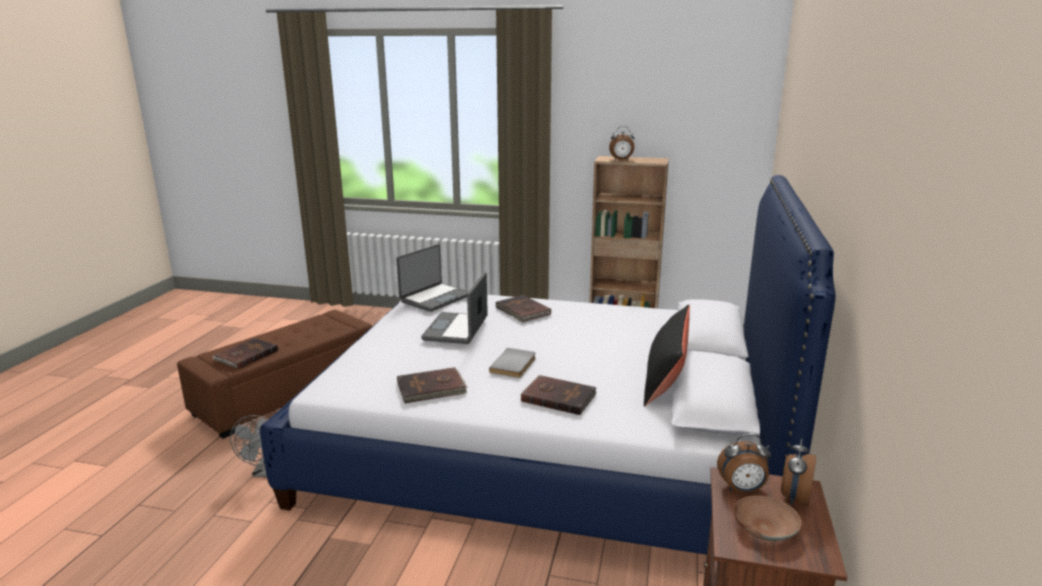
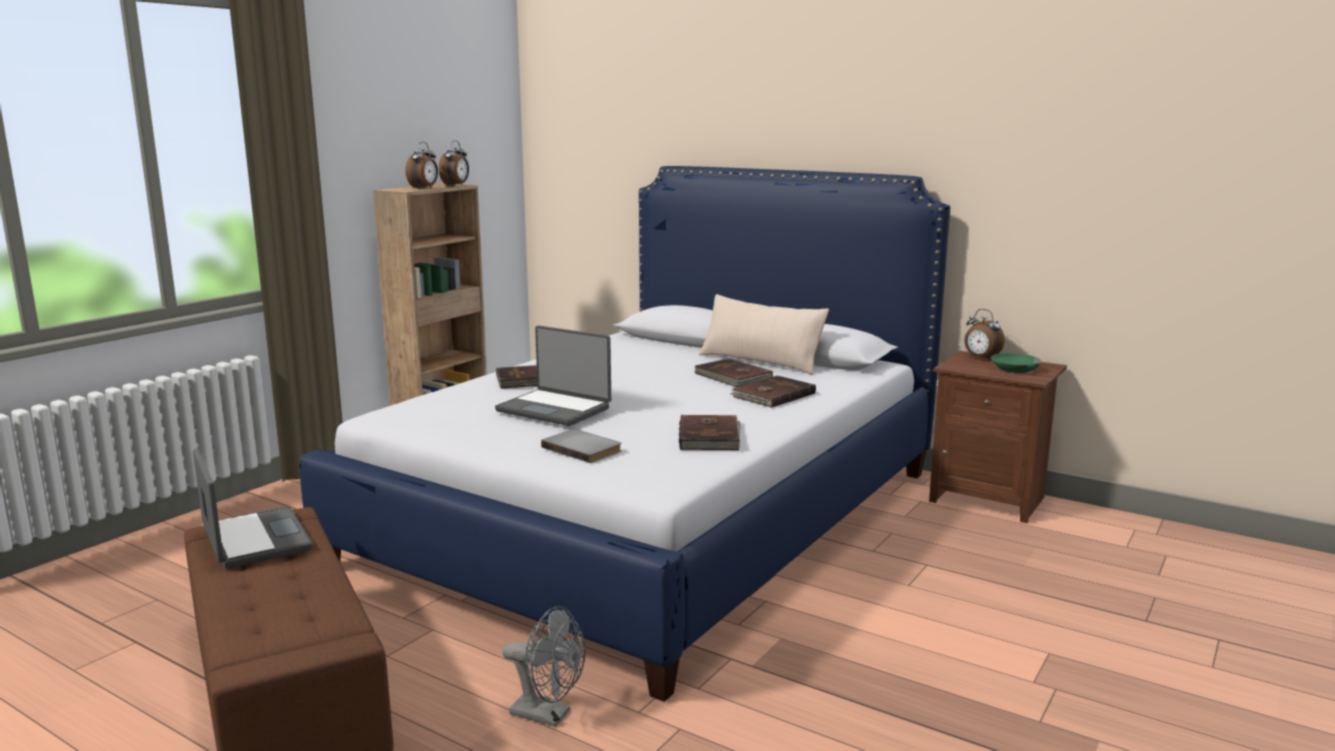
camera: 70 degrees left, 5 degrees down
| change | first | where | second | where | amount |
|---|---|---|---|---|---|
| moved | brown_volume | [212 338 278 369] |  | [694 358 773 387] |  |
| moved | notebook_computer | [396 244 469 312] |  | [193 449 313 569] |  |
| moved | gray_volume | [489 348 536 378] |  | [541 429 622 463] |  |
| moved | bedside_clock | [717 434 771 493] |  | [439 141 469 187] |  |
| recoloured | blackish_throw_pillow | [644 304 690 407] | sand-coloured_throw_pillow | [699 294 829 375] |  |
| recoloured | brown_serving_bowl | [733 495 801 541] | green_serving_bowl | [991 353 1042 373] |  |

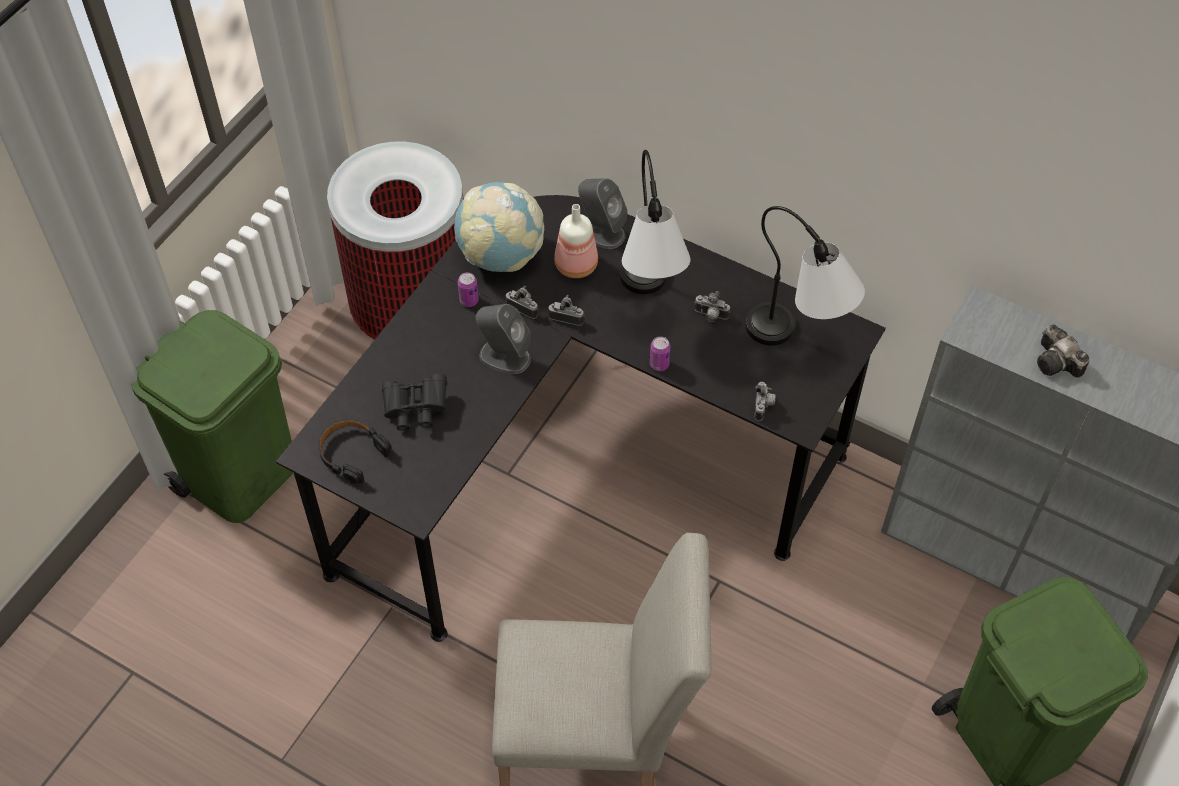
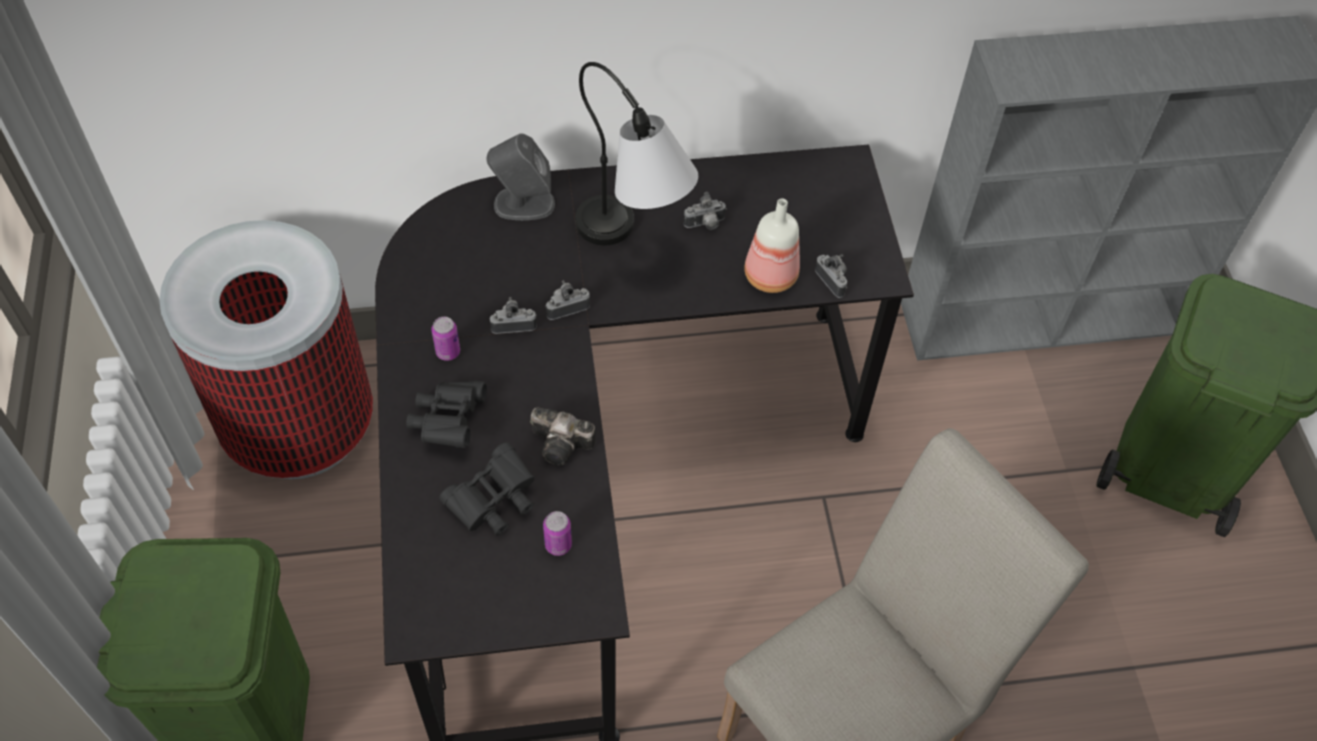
camera: 40 degrees left, 0 degrees up
| change | first | where | second | where | amount |
|---|---|---|---|---|---|
| removed | blackish_headset | [318 419 391 484] |  |  |  |
| removed | desk_globe | [454 182 544 272] |  |  |  |
| removed | gray_speaker | [475 304 531 374] |  |  |  |
| removed | table_lamp | [745 206 865 346] |  |  |  |
| added |  |  | blackish_pair_of_binoculars | [406 380 487 448] |  |
| moved | drink_bottle | [554 204 598 278] |  | [744 198 800 293] |  |
| moved | sealed_can | [650 336 670 371] |  | [543 511 572 556] |  |
| moved | photo_camera | [1037 324 1090 378] |  | [530 407 596 465] |  |

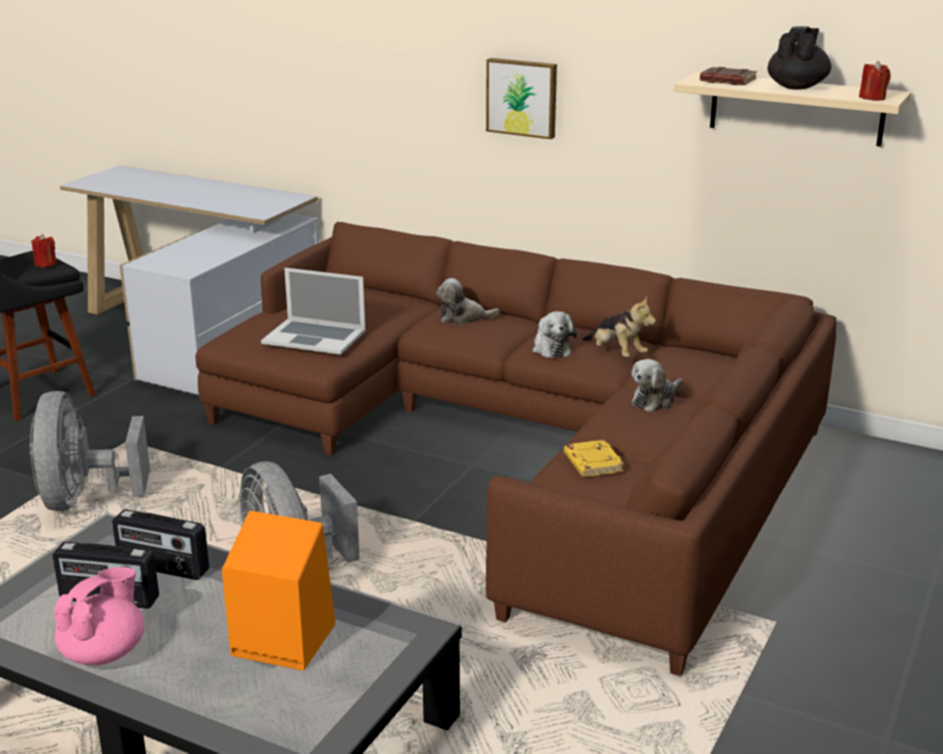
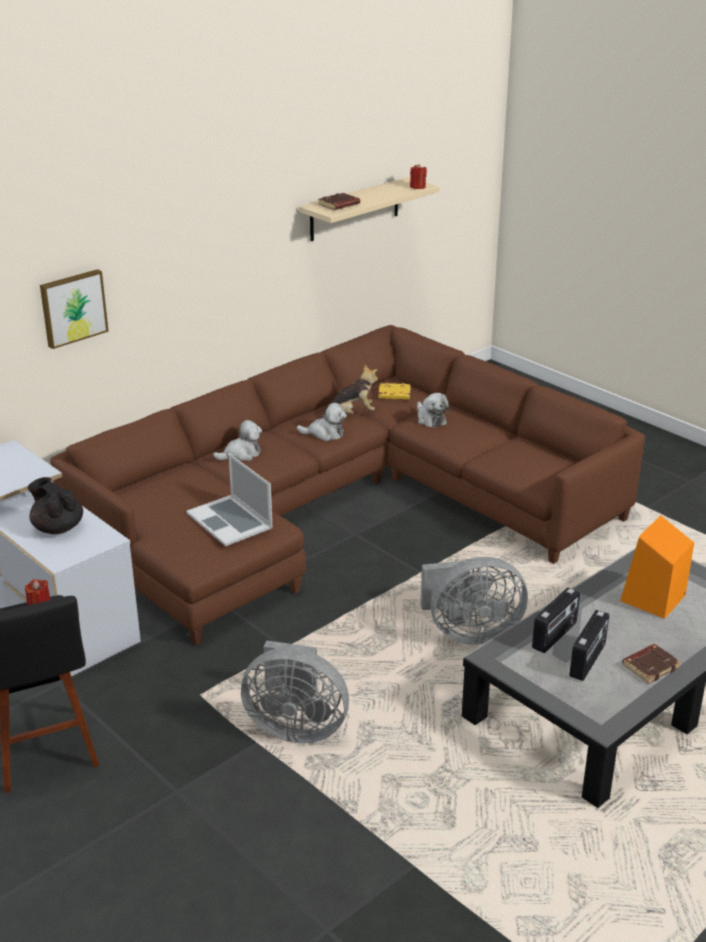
camera: 70 degrees left, 5 degrees up
| change | first | where | second | where | amount |
|---|---|---|---|---|---|
| moved | wall_picture | [486 58 557 139] |  | [40 269 109 349] |  |
| moved | yellowish_volume | [564 440 624 477] |  | [379 383 411 400] |  |
| moved | blackish_teapot | [768 26 831 89] |  | [27 477 83 534] |  |
| replaced | pink_teapot | [54 567 144 665] | brown_volume | [622 644 681 683] |  |
| turned | notebook_computer | [261 268 365 355] |  | [186 453 272 546] | 105 degrees clockwise |
| turned | soft_toy | [436 278 499 325] |  | [213 420 262 461] | 135 degrees counterclockwise |

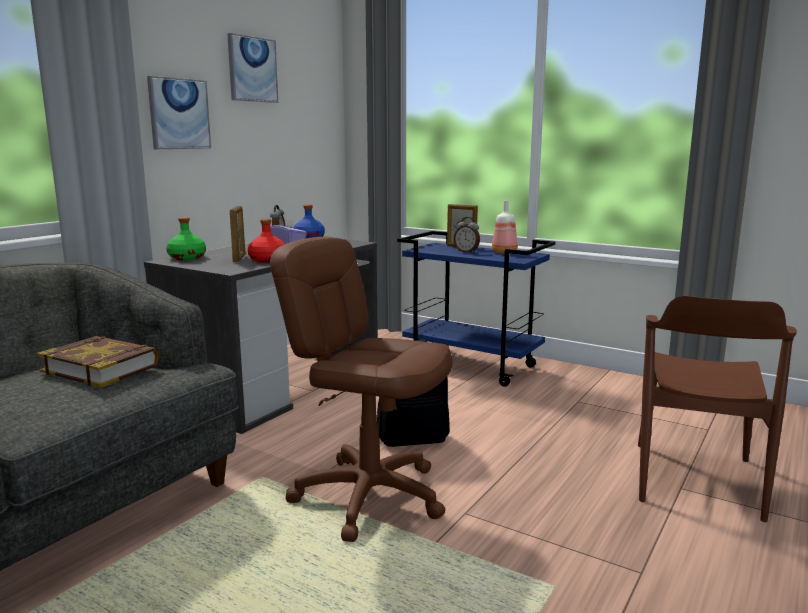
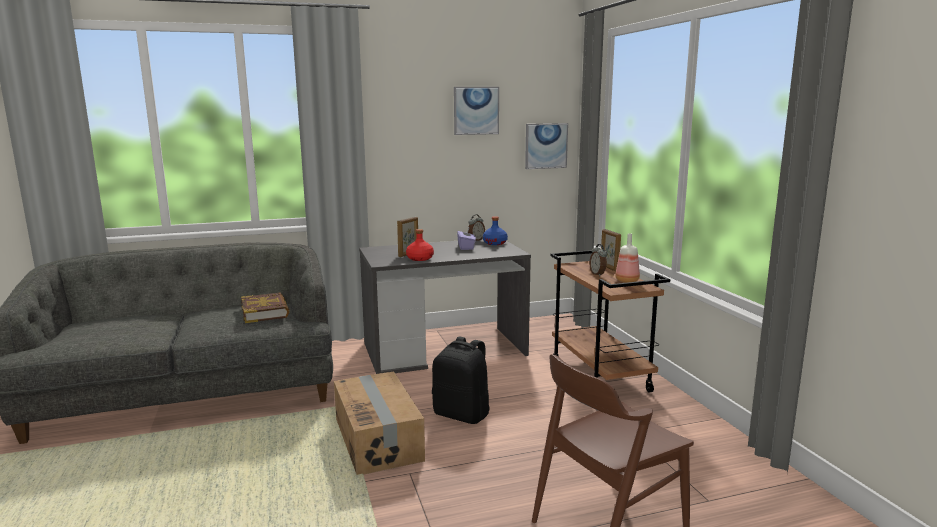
camera: 40 degrees right, 0 degrees up
| change | first | where | second | where | amount |
|---|---|---|---|---|---|
| removed | green_drink_bottle | [166 217 206 260] |  |  |  |
| moved | wall_picture | [147 76 211 149] |  | [525 123 568 169] |  |
| replaced | brown_desk_chair | [270 237 453 542] | cardboard_box | [334 372 425 475] |  |
| recoloured | bluish_trolley | [397 231 555 387] | brown_trolley | [550 250 670 392] |  |

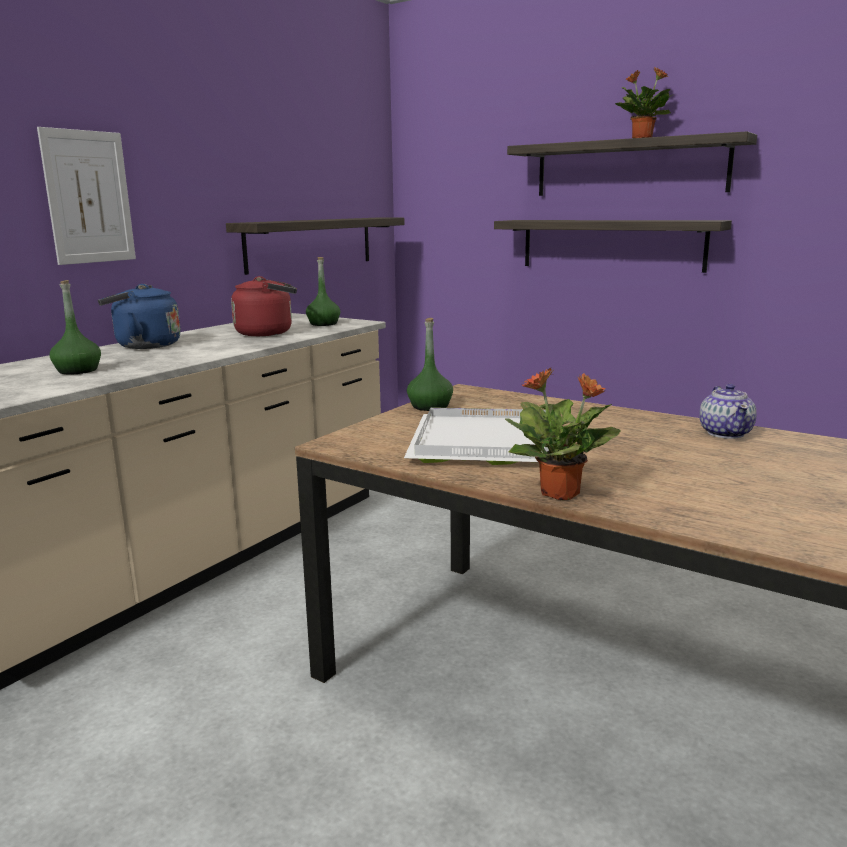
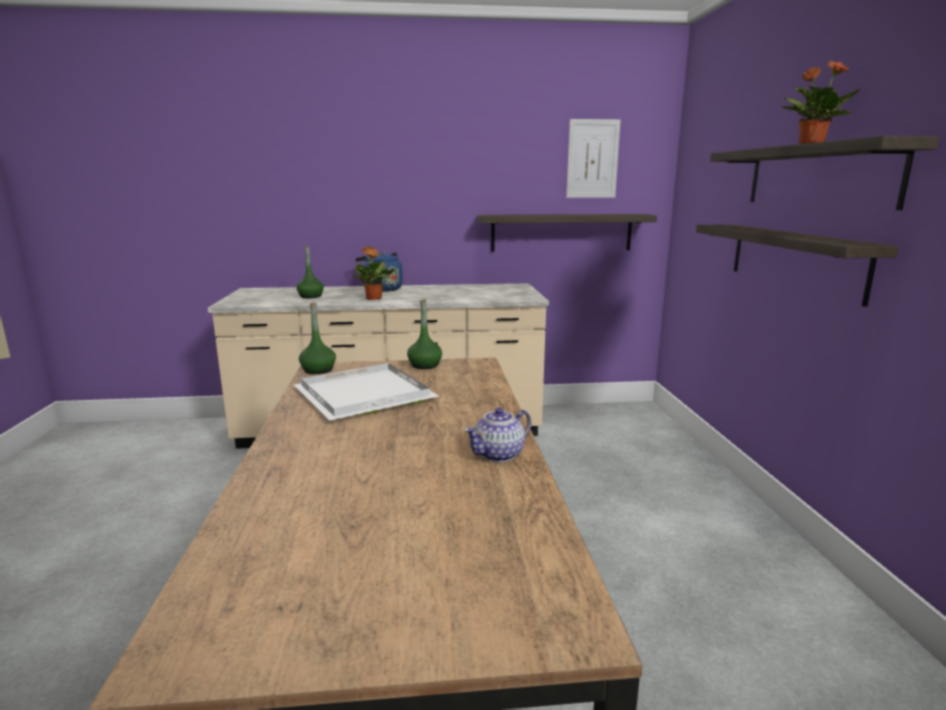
camera: 50 degrees right, 0 degrees up
| change | first | where | second | where | amount |
|---|---|---|---|---|---|
| removed | red-coloured_water_kettle | [231 276 297 336] |  |  |  |
| moved | wall_picture | [37 127 136 265] |  | [566 119 621 198] |  |
| moved | green_drink_bottle | [306 257 340 326] |  | [299 302 336 374] |  |
| moved | plant_in_a_pot | [505 368 621 500] |  | [353 246 395 300] |  |

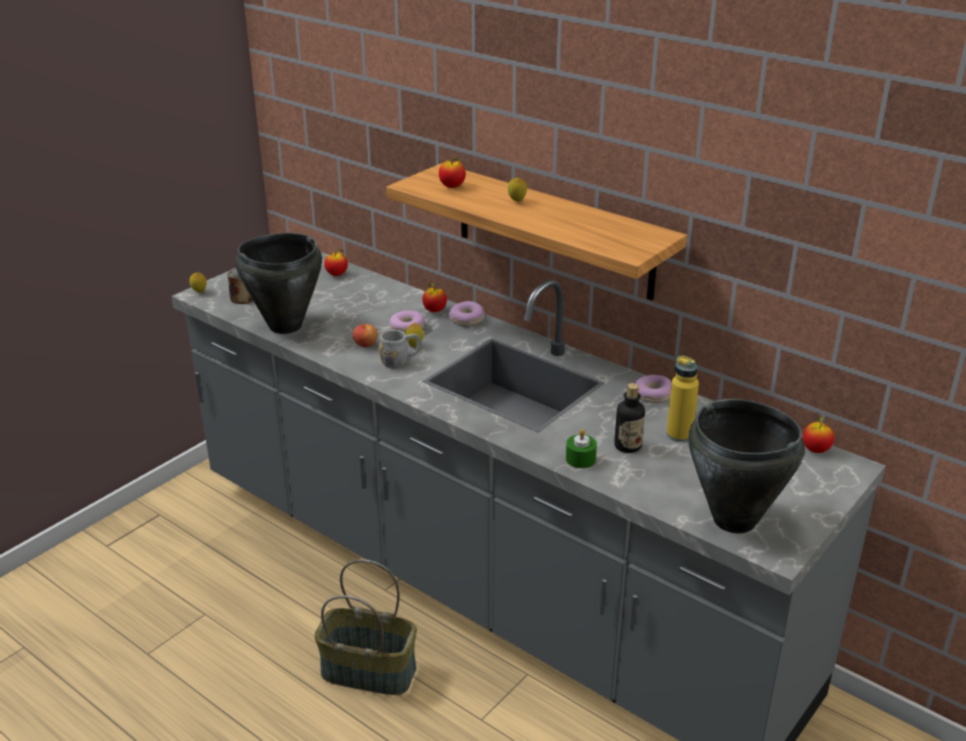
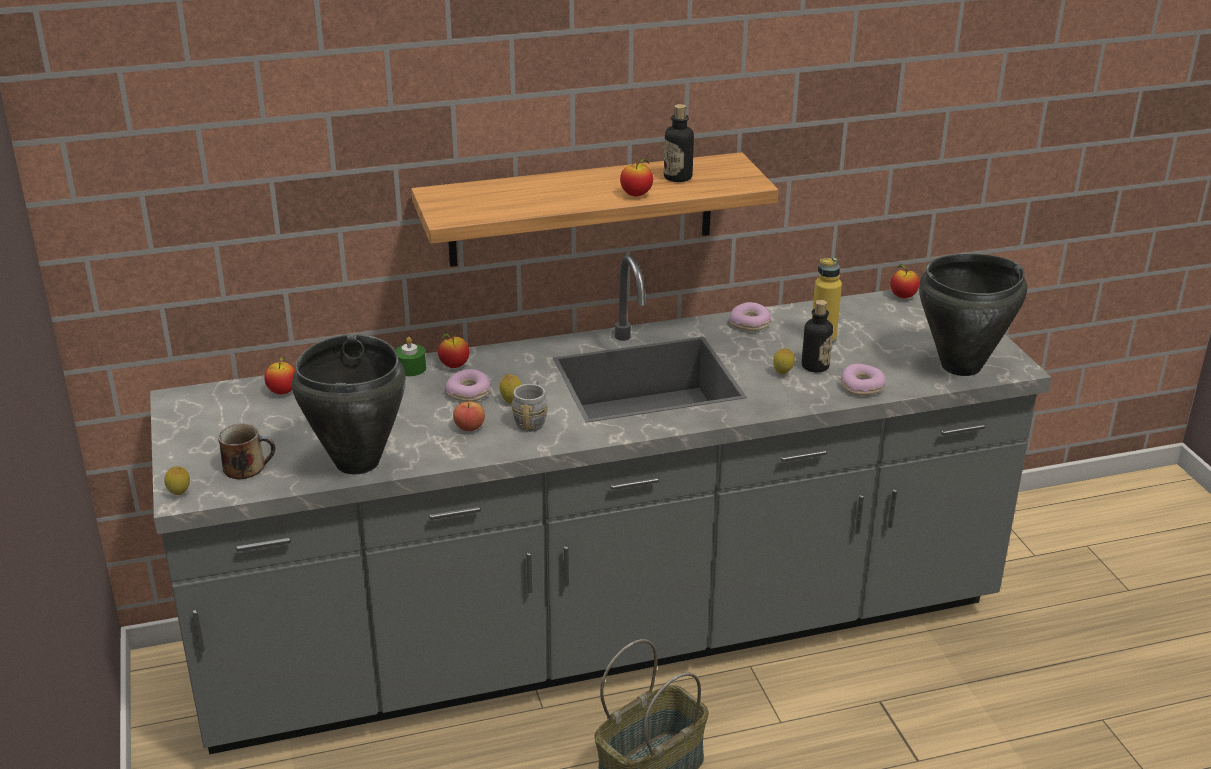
camera: 55 degrees left, 0 degrees up
| change | first | where | second | where | amount |
|---|---|---|---|---|---|
| added |  |  | drink_bottle | [664 104 694 182] |  |
| moved | whole_apple | [439 158 466 188] |  | [620 158 653 197] |  |
| moved | doughnut | [449 301 484 326] |  | [840 364 886 396] |  |
| moved | lemon | [508 178 527 202] |  | [773 348 795 374] |  |
| moved | green_wax_candle | [566 429 597 468] |  | [395 337 426 377] |  |

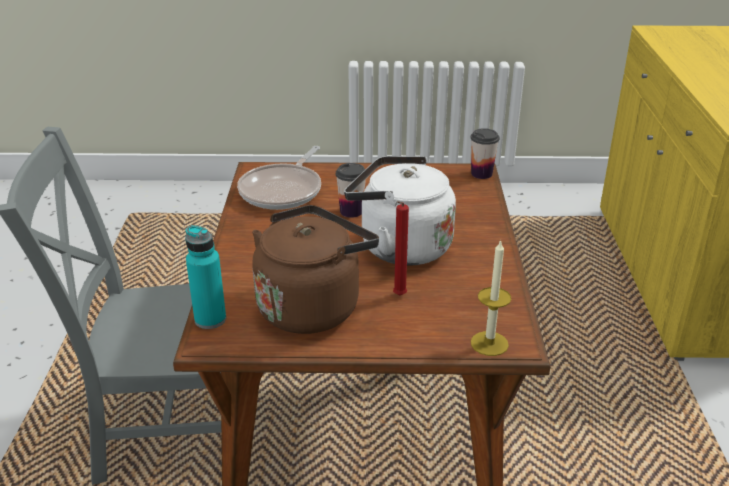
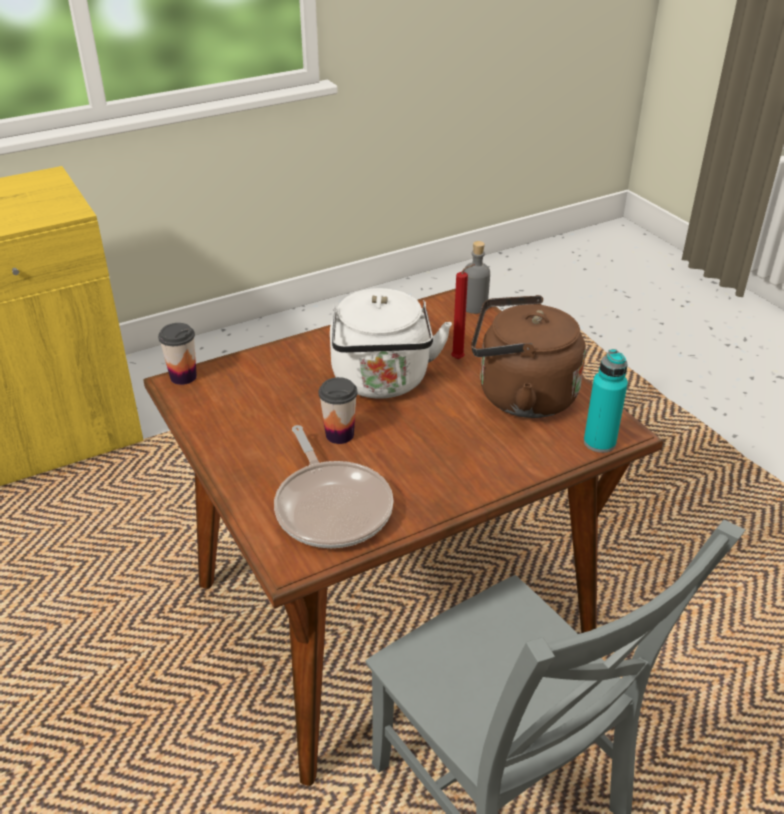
camera: 120 degrees left, 5 degrees up
| change | first | where | second | where | amount |
|---|---|---|---|---|---|
| replaced | wax_candle | [471 239 511 356] | gray_drink_bottle | [464 241 490 314] |  |
| turned | frying_pan | [237 146 321 210] |  | [274 425 393 548] | 75 degrees clockwise |

